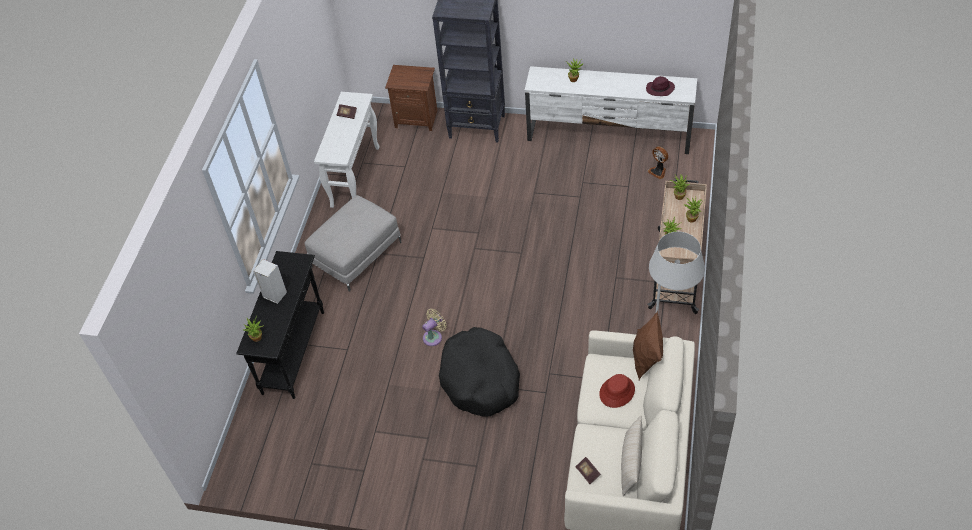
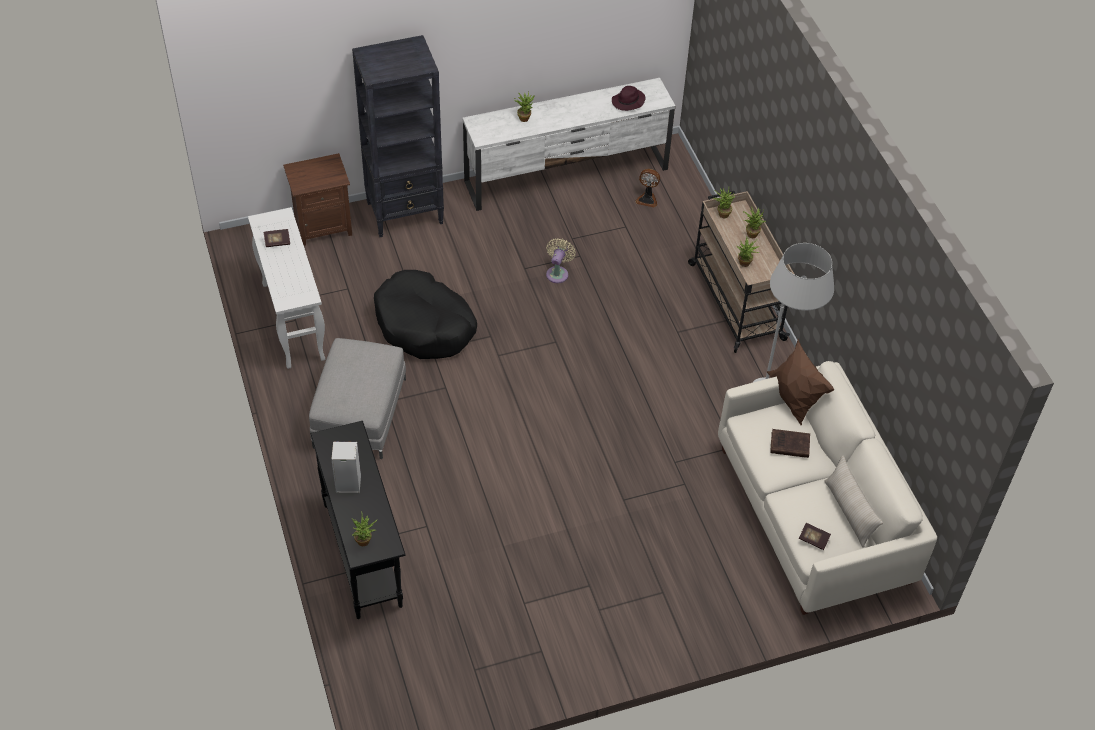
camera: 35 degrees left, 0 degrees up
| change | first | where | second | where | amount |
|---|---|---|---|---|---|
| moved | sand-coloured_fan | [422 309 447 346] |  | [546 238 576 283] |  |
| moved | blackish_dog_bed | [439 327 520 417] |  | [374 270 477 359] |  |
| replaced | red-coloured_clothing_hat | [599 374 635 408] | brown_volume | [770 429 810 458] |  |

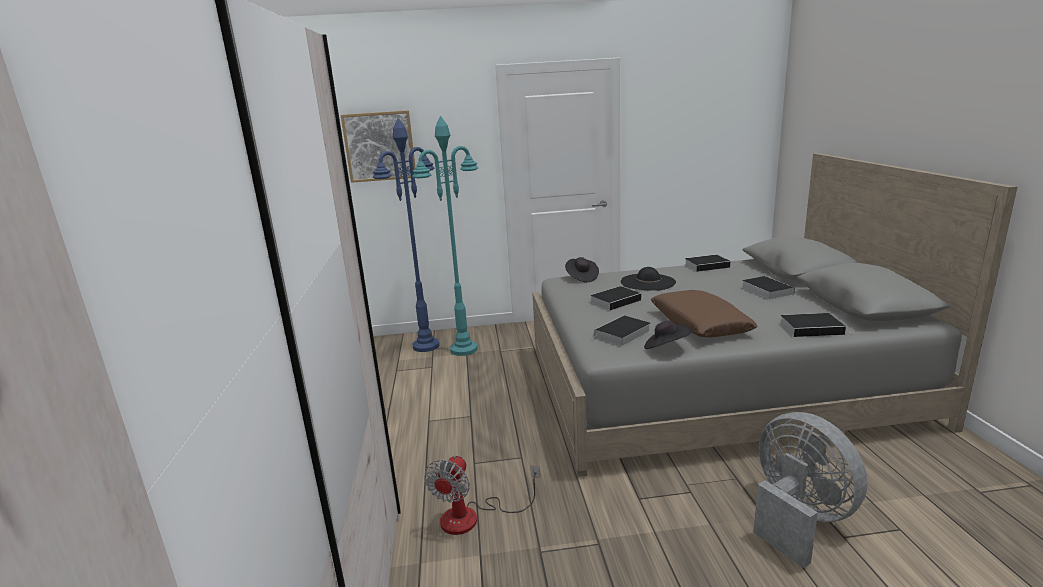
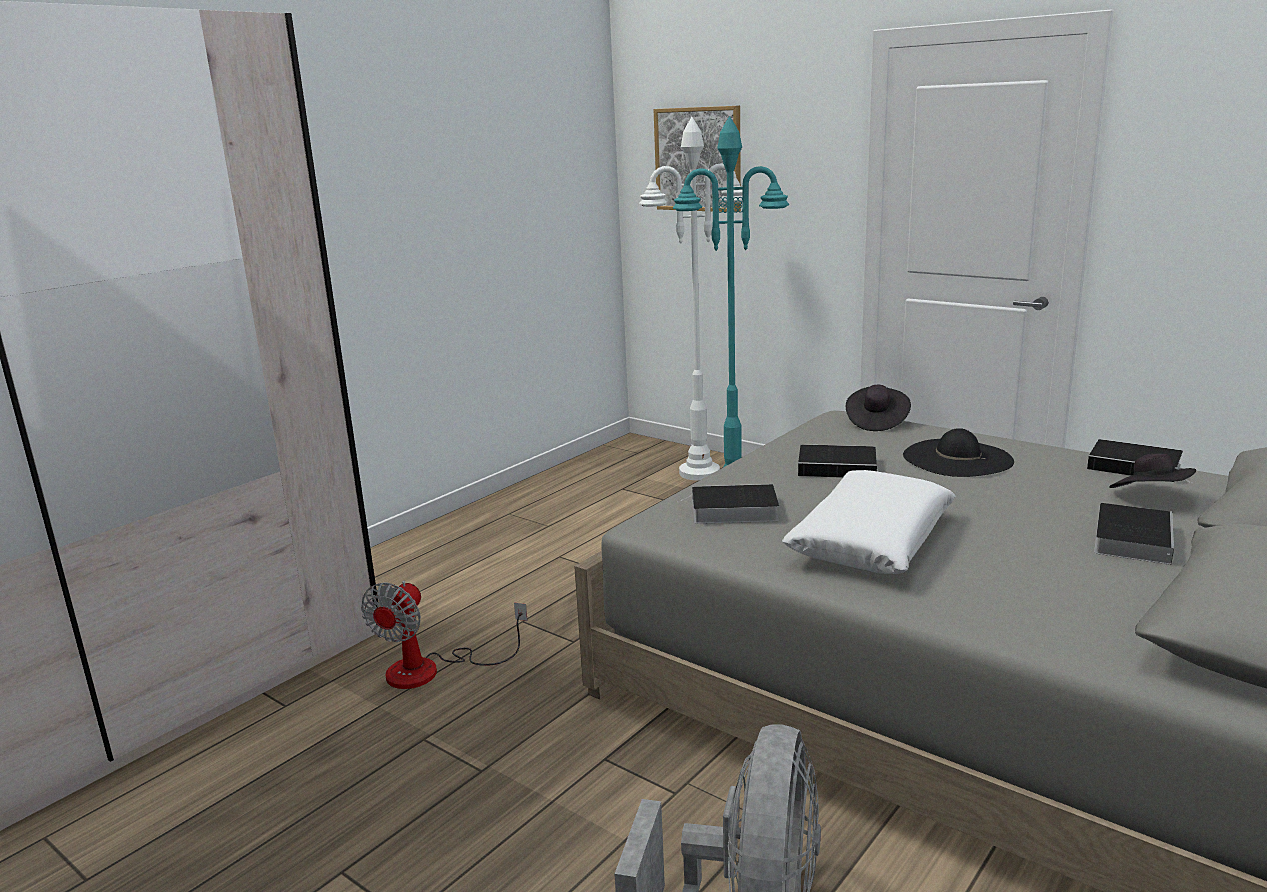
camera: 45 degrees right, 0 degrees up
| change | first | where | second | where | amount |
|---|---|---|---|---|---|
| removed | volume | [780 313 853 337] |  |  |  |
| moved | blackish_clothing_hat | [644 320 691 349] |  | [1109 453 1196 488] |  |
| recoloured | bluish_standing_lamp | [373 118 439 352] | white-coloured_standing_lamp | [639 117 742 481] |  |
| recoloured | brown_throw_pillow | [651 290 758 338] | white-coloured_throw_pillow | [782 470 956 574] |  |
| turned | fan | [424 455 540 535] |  | [361 581 528 689] | 45 degrees counterclockwise |

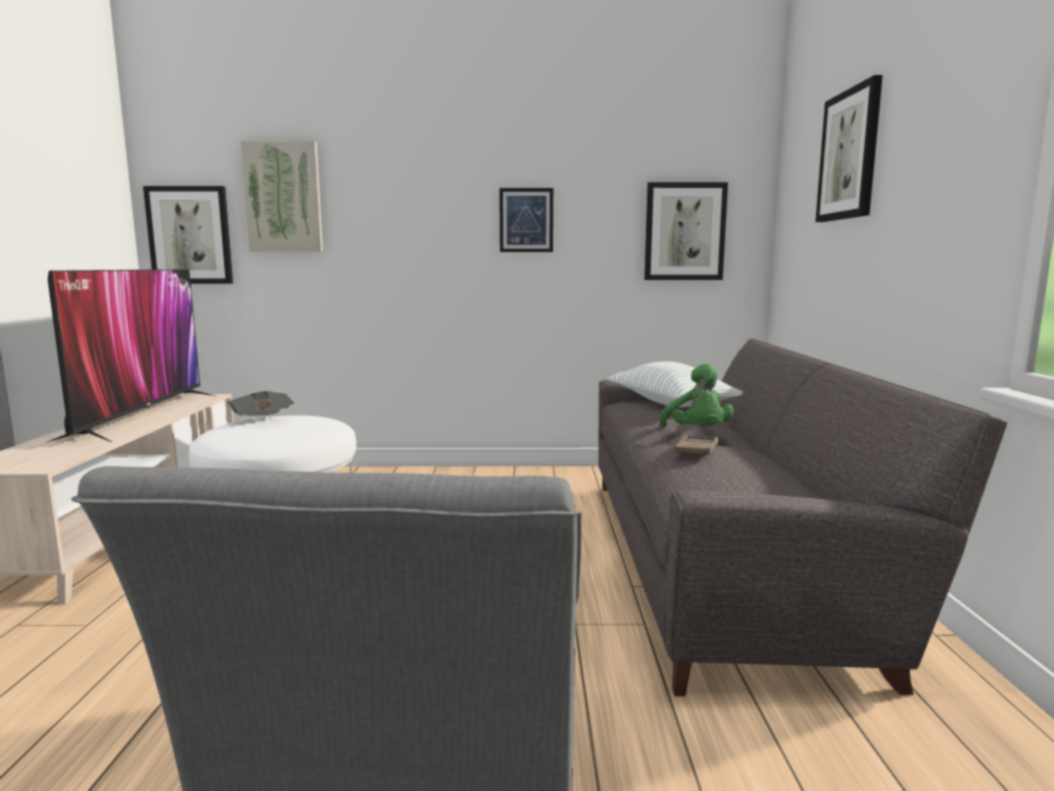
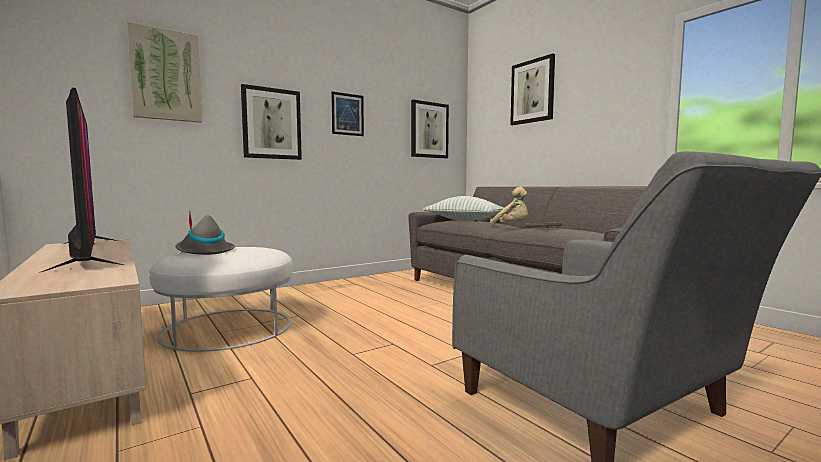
camera: 35 degrees left, 5 degrees down
| change | first | where | second | where | amount |
|---|---|---|---|---|---|
| moved | wall_picture | [143 186 233 284] |  | [241 84 302 160] |  |
| replaced | newspaper | [227 391 294 416] | gray_clothing_hat | [176 213 235 255] |  |
| recoloured | green_soft_toy | [660 363 734 428] | sand-coloured_soft_toy | [490 187 528 226] |  |

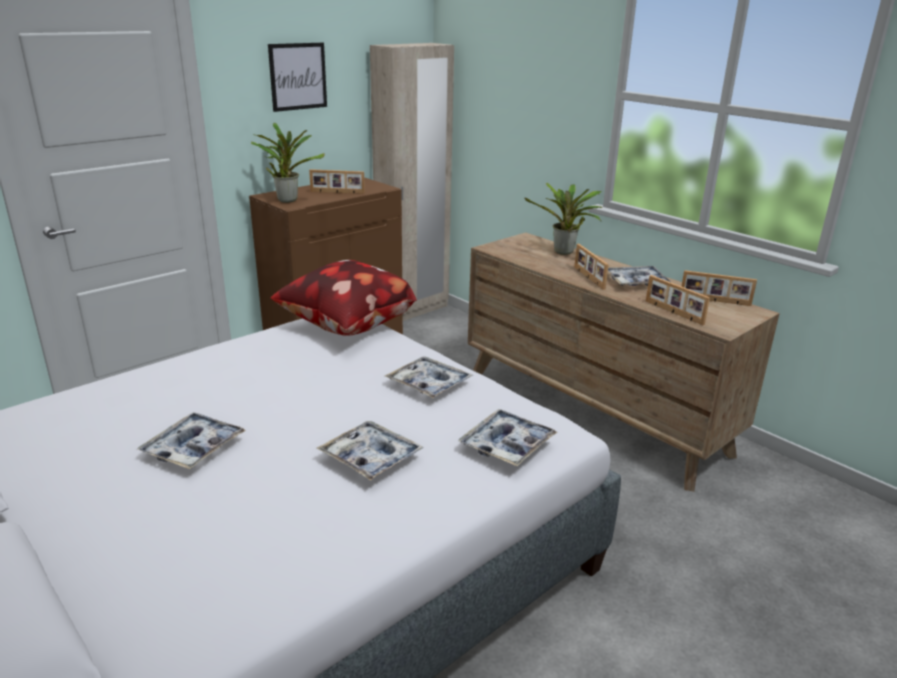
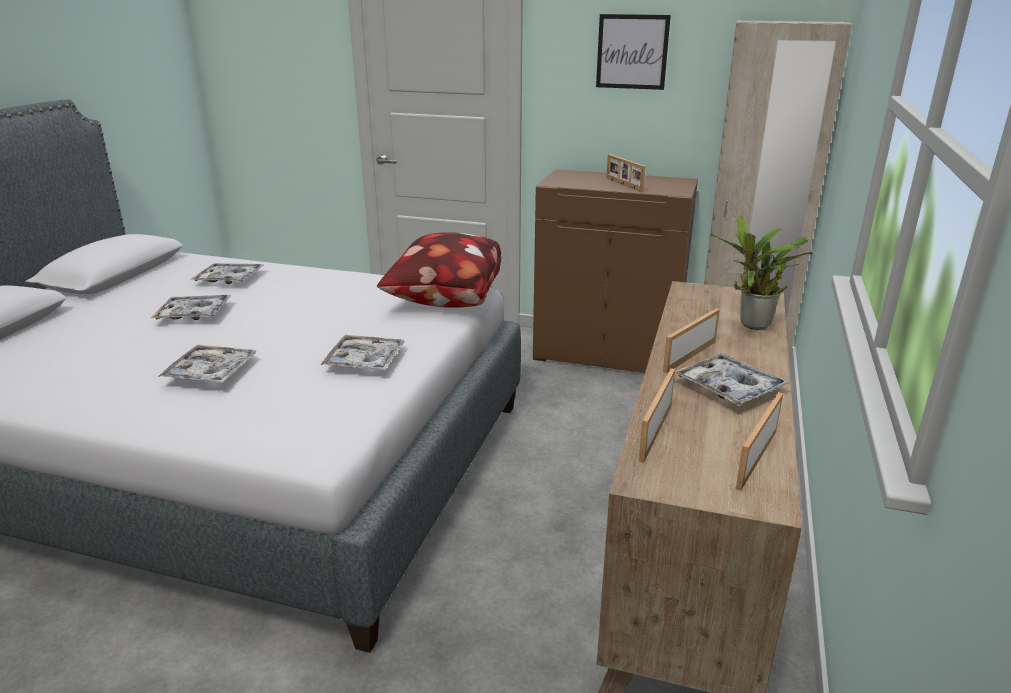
camera: 60 degrees right, 0 degrees up
| change | first | where | second | where | amount |
|---|---|---|---|---|---|
| removed | plant_in_a_pot | [251 123 325 203] |  |  |  |
| moved | carrying_tray | [458 409 557 466] |  | [190 263 264 284] |  |
| turned | photo_frame | [681 270 757 306] |  | [736 392 783 491] | 45 degrees clockwise |

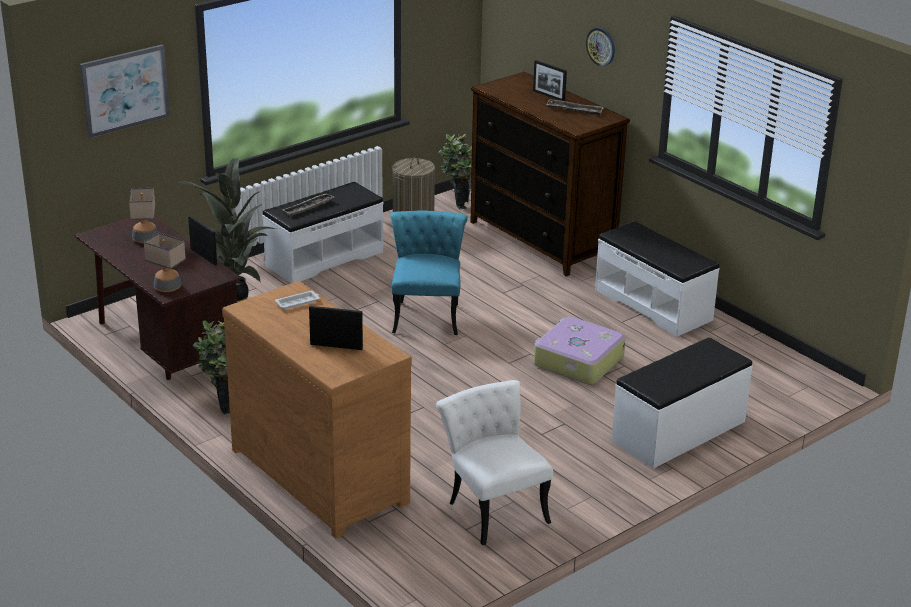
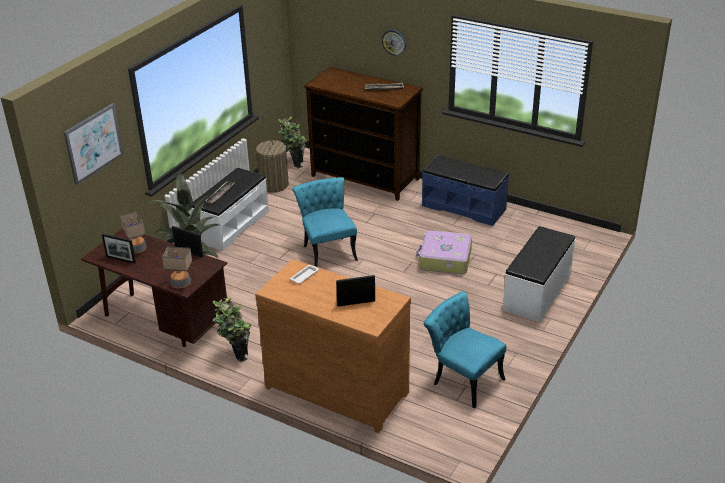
camera: 20 degrees left, 5 degrees up
| change | first | where | second | where | amount |
|---|---|---|---|---|---|
| moved | photo_frame | [533 60 567 101] |  | [102 234 136 264] |  |
| recoloured | white-coloured_plain_chair | [436 380 553 545] | blue-green_plain_chair | [424 291 506 409] |  |
| recoloured | white-coloured_long_seat | [595 221 719 337] | bluish_long_seat | [422 155 509 226] |  |

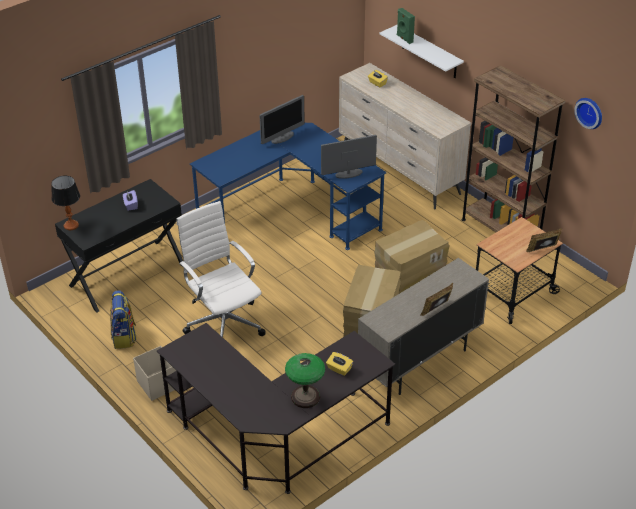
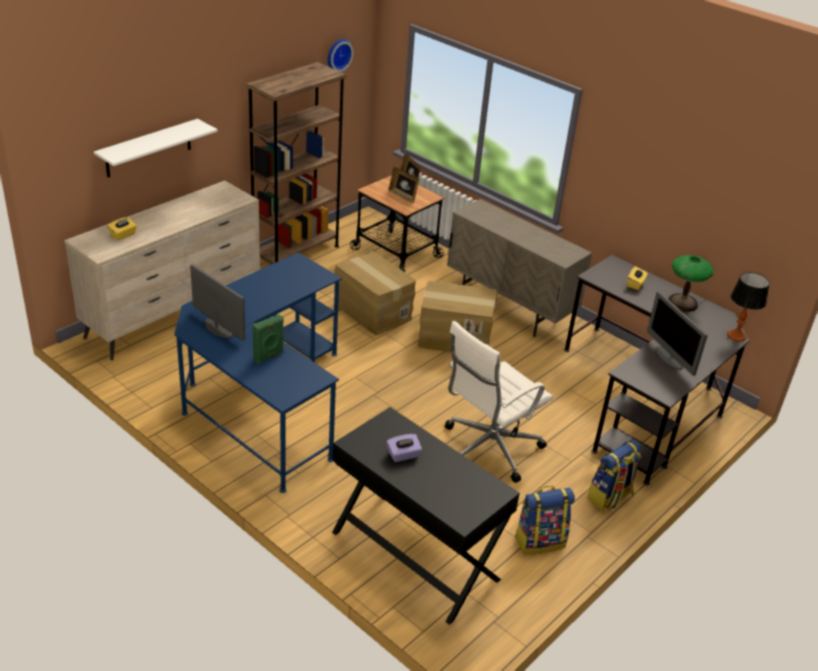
camera: 100 degrees left, 5 degrees down
| change | first | where | second | where | amount |
|---|---|---|---|---|---|
| moved | table_lamp | [51 176 80 230] |  | [727 272 770 342] |  |
| moved | monitor | [321 135 377 179] |  | [647 292 708 376] |  |
| moved | green_speaker | [397 8 415 44] |  | [252 314 284 364] |  |
| moved | photo_frame | [421 283 453 316] |  | [388 167 419 204] |  |
| replaced | sand-coloured_storage_box | [133 346 176 401] | backpack | [587 440 641 512] |  |

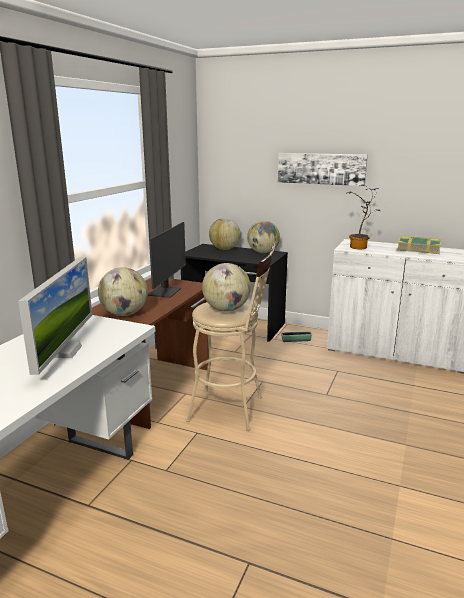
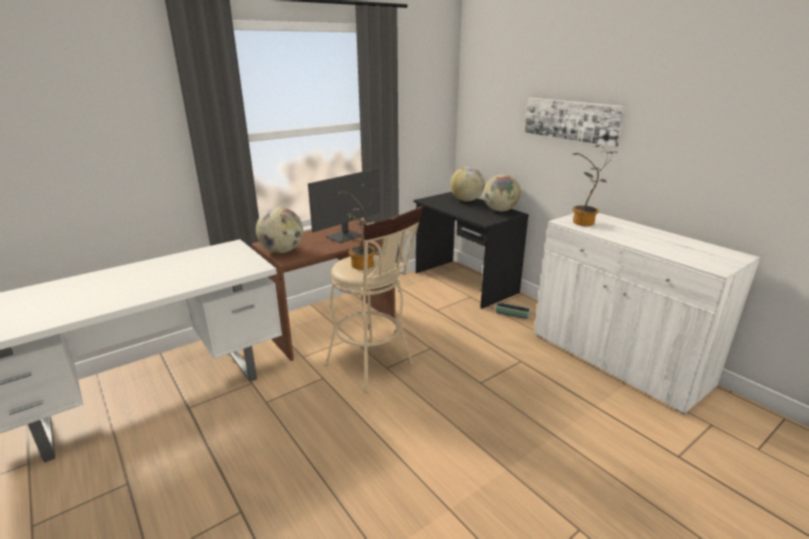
camera: 30 degrees right, 5 degrees up
| change | first | where | second | where | amount |
|---|---|---|---|---|---|
| removed | monitor | [18 257 92 375] |  |  |  |
| removed | volume | [397 236 441 254] |  |  |  |
| replaced | desk_globe | [202 263 251 312] | plant_in_a_pot | [338 183 382 270] |  |

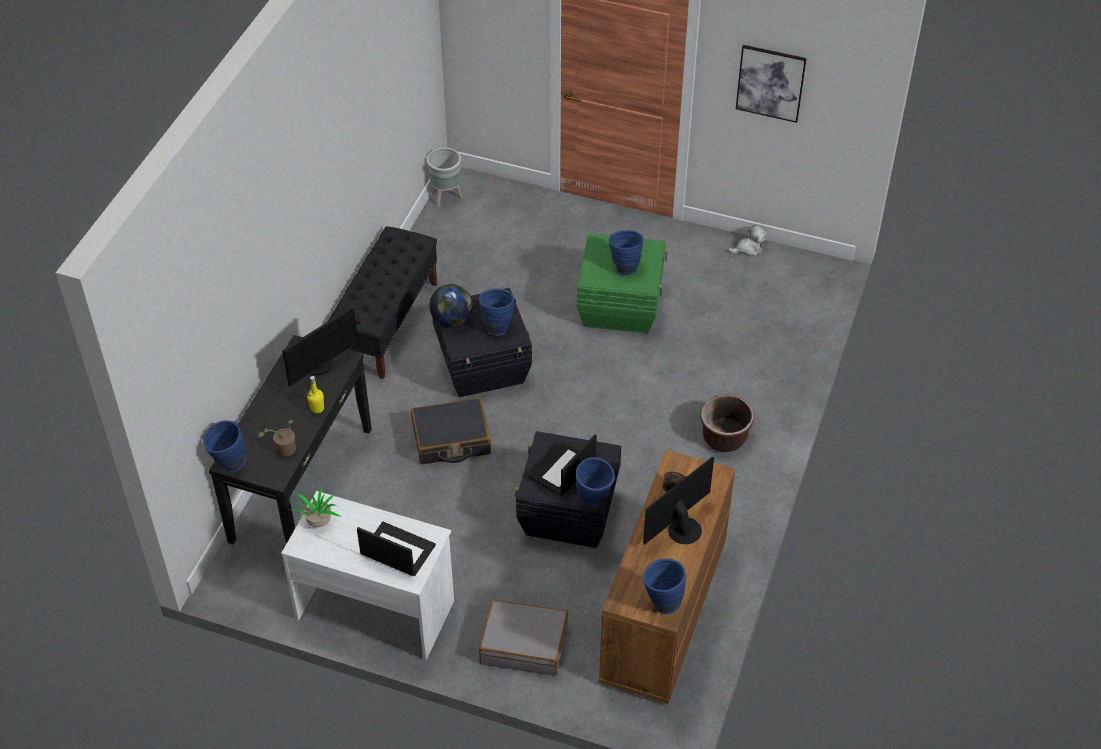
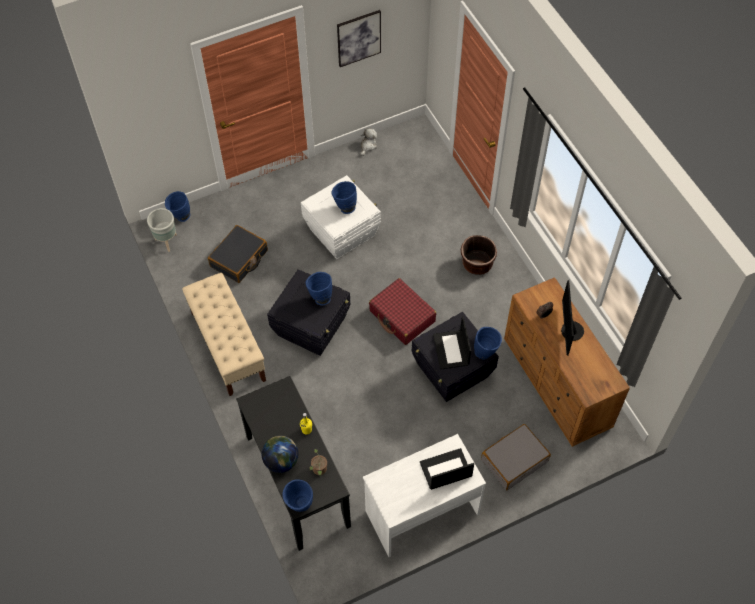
camera: 45 degrees left, 10 degrees up
| change | first | where | second | where | amount |
|---|---|---|---|---|---|
| removed | monitor | [282 306 358 386] |  |  |  |
| removed | plant_in_a_pot | [290 487 342 527] |  |  |  |
| added |  |  | red-coloured_suitcase | [369 278 436 345] |  |
| moved | blackish_suitcase | [411 398 491 464] |  | [208 225 268 283] |  |
| moved | desk_globe | [429 284 473 328] |  | [262 436 298 473] |  |
| moved | bluish_decorative_vase | [643 558 686 614] |  | [165 191 190 222] |  |
| recoloured | blackish_long_seat | [327 226 437 379] | sand-coloured_long_seat | [182 273 266 396] |  |
| recoloured | green_storage_box | [577 233 668 334] | white-coloured_storage_box | [301 175 381 259] |  |

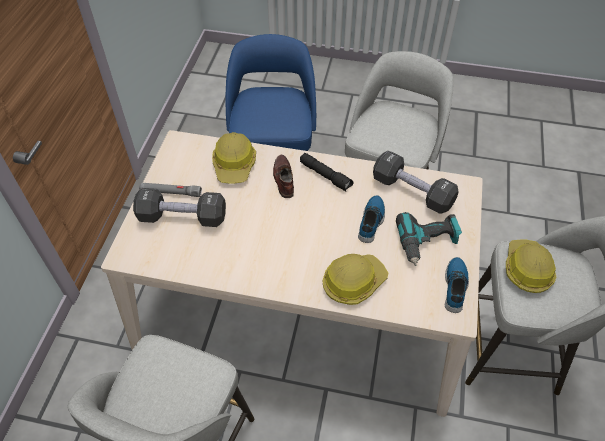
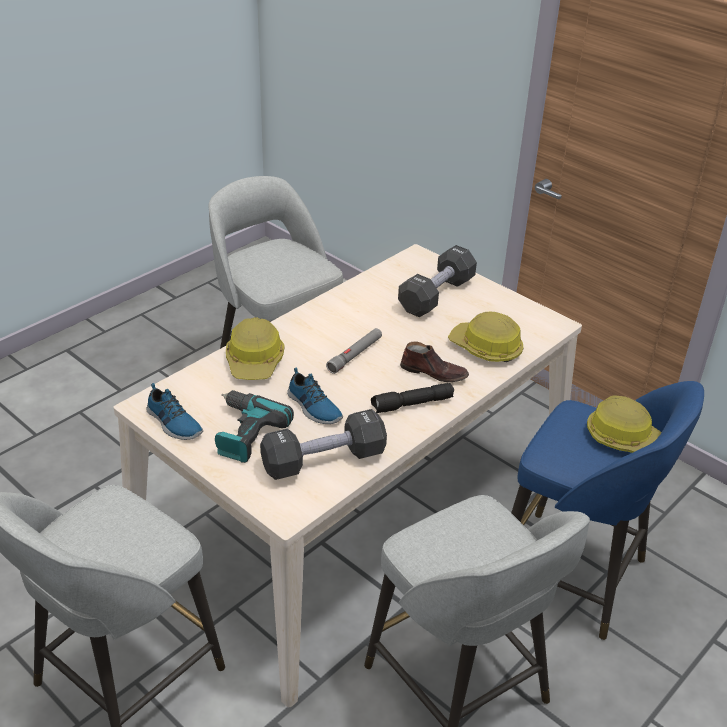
camera: 120 degrees right, 15 degrees down
| change | first | where | second | where | amount |
|---|---|---|---|---|---|
| moved | gray_flashlight | [139 183 202 197] |  | [326 328 382 374] |  |
| moved | hard_hat | [506 239 557 293] |  | [587 395 661 453] |  |

